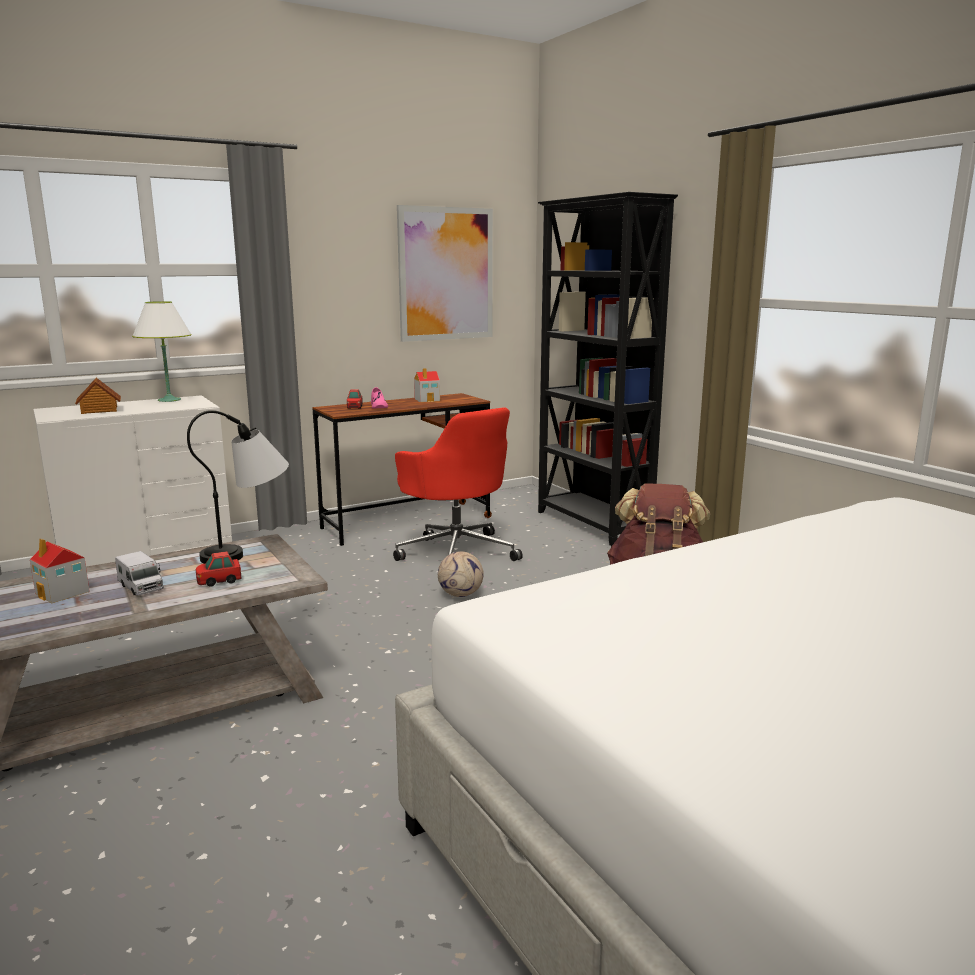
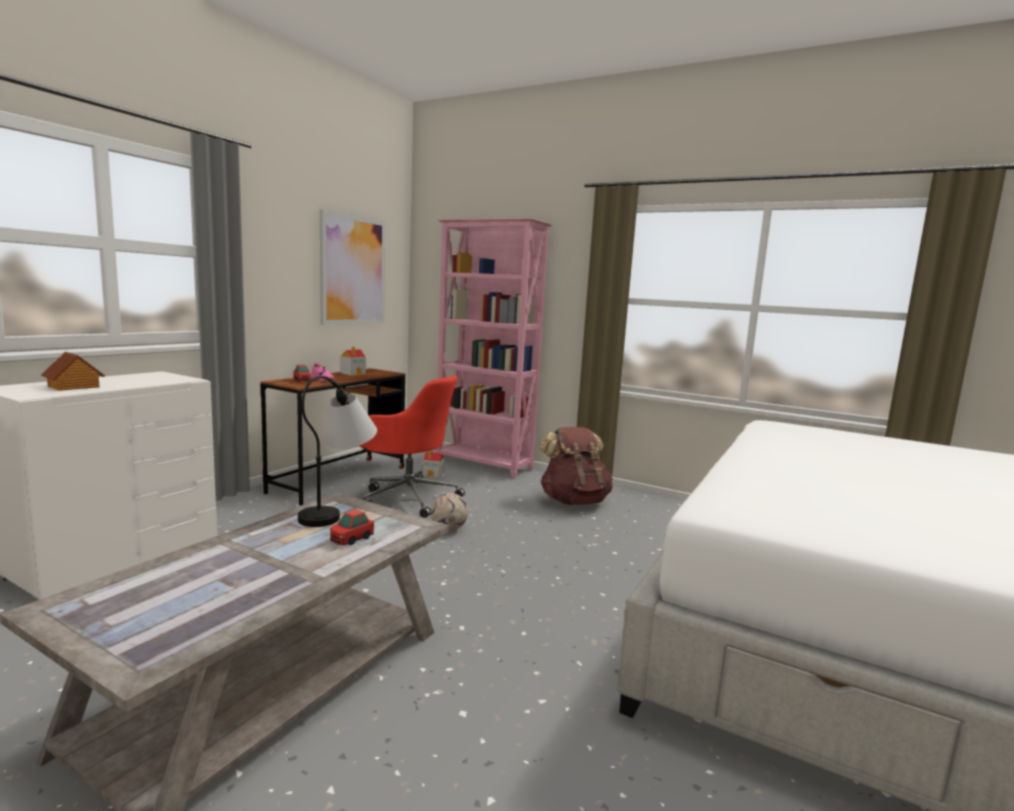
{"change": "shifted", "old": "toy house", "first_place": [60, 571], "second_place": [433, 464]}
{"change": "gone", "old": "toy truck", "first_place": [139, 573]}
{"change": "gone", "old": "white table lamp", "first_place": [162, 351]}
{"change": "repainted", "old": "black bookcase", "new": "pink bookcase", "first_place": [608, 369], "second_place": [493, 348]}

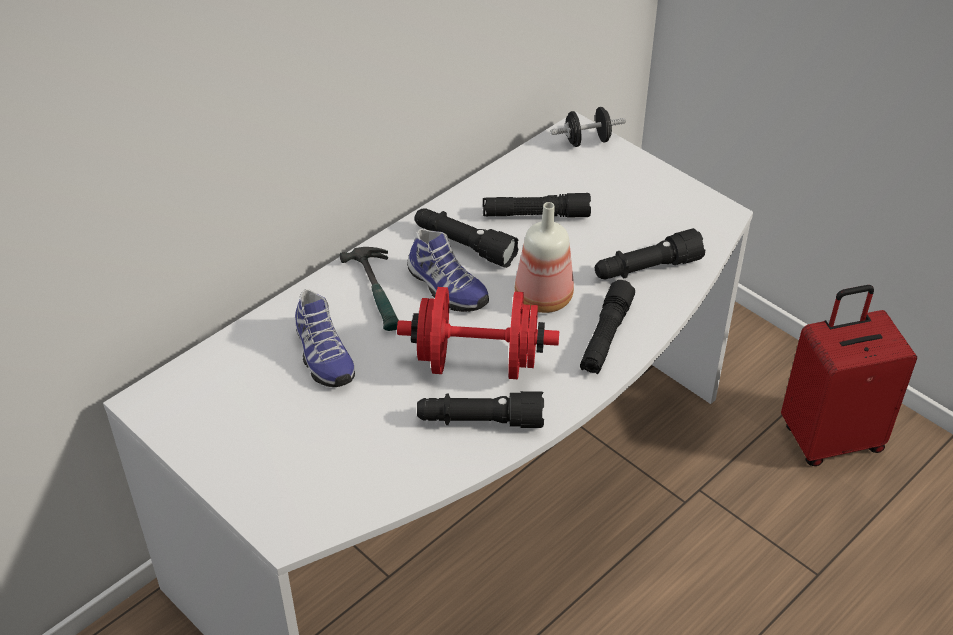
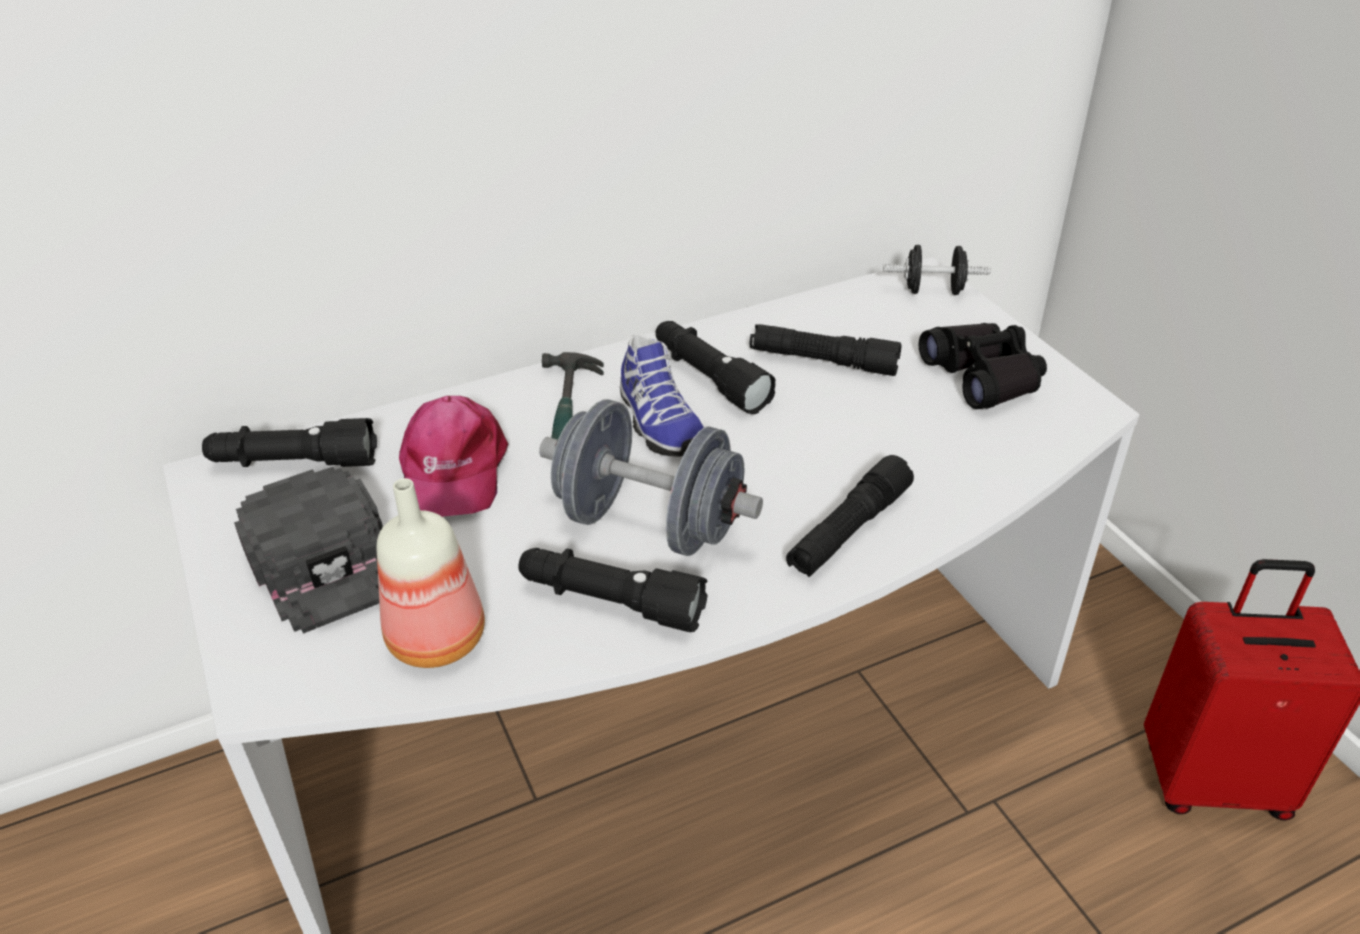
{"change": "swapped", "old": "shoe", "new": "pink cap", "first_place": [325, 338], "second_place": [453, 456]}
{"change": "repainted", "old": "red dumbbell", "new": "grey dumbbell", "first_place": [478, 333], "second_place": [651, 477]}
{"change": "shifted", "old": "bottle", "first_place": [544, 257], "second_place": [431, 573]}
{"change": "shifted", "old": "black flashlight", "first_place": [650, 254], "second_place": [289, 442]}
{"change": "new", "new": "black cap", "second_place": [308, 550]}
{"change": "new", "new": "black binoculars", "second_place": [983, 366]}

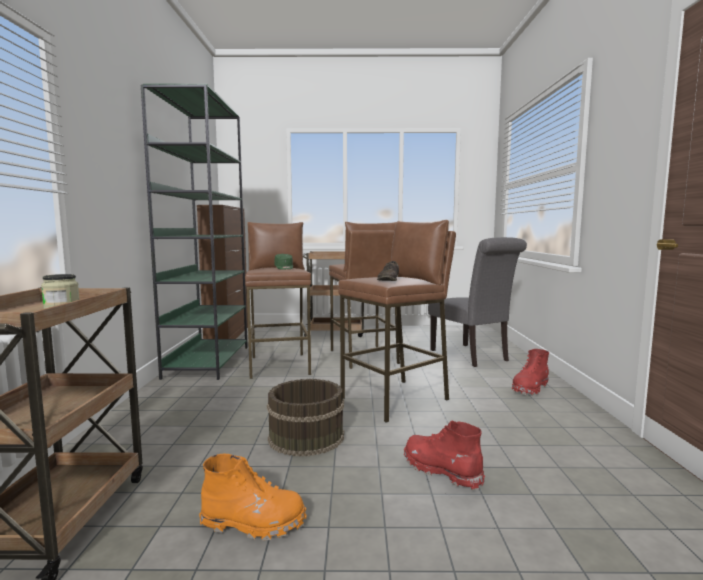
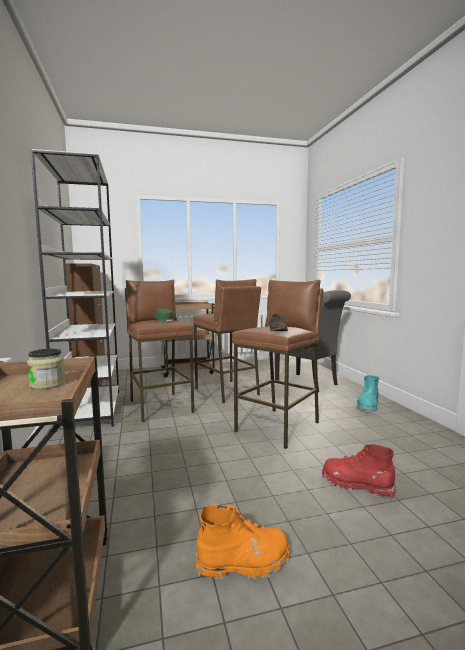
{"change": "repainted", "old": "green bookcase", "new": "white bookcase", "first_place": [194, 232], "second_place": [75, 291]}
{"change": "gone", "old": "brown bucket", "first_place": [305, 417]}
{"change": "repainted", "old": "red boot", "new": "turquoise boot", "first_place": [530, 372], "second_place": [368, 393]}

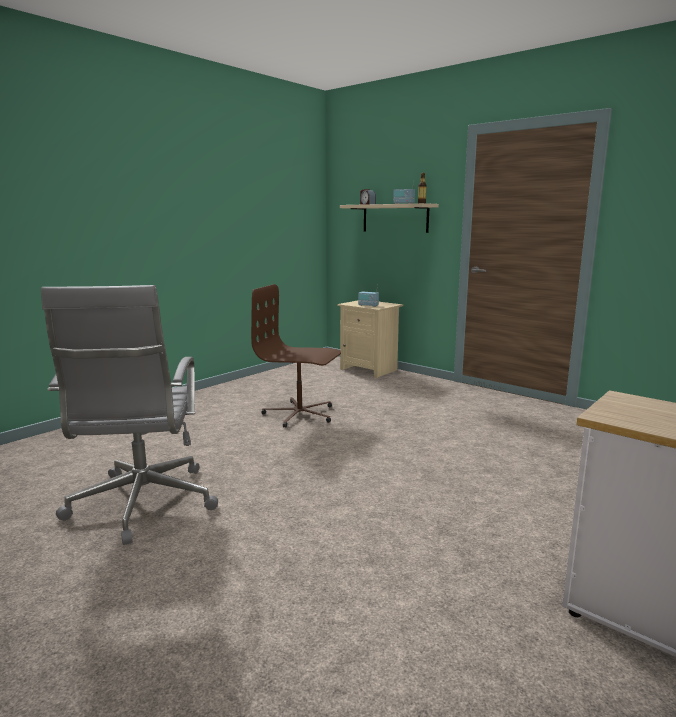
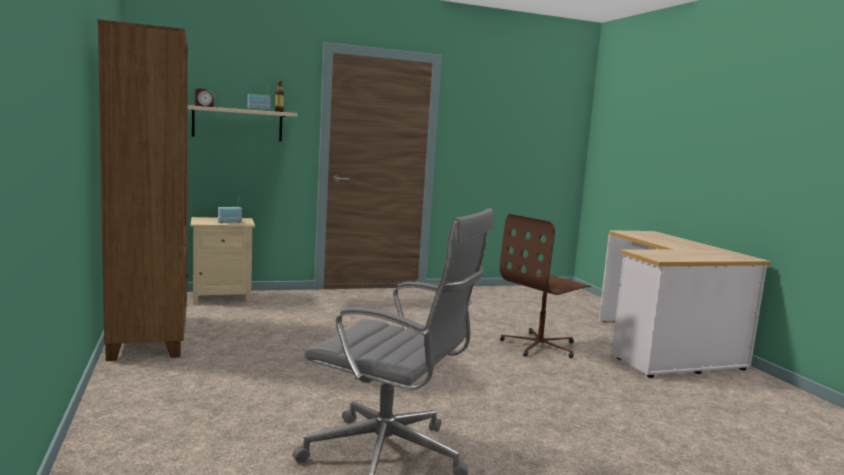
{"change": "shifted", "old": "brown office chair", "first_place": [296, 356], "second_place": [545, 286]}
{"change": "new", "new": "brown bookcase", "second_place": [142, 190]}

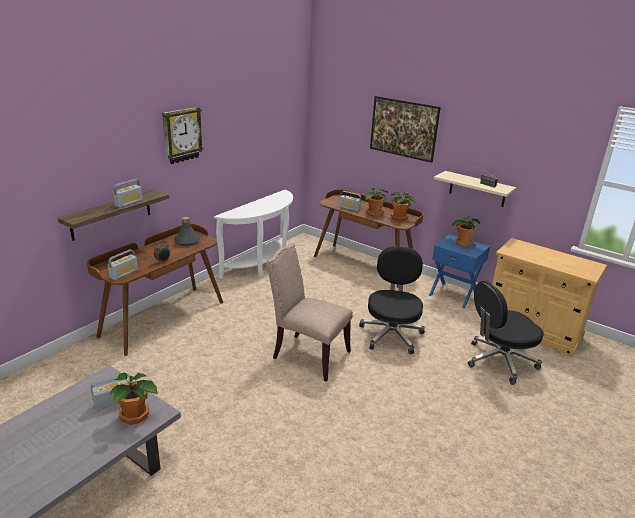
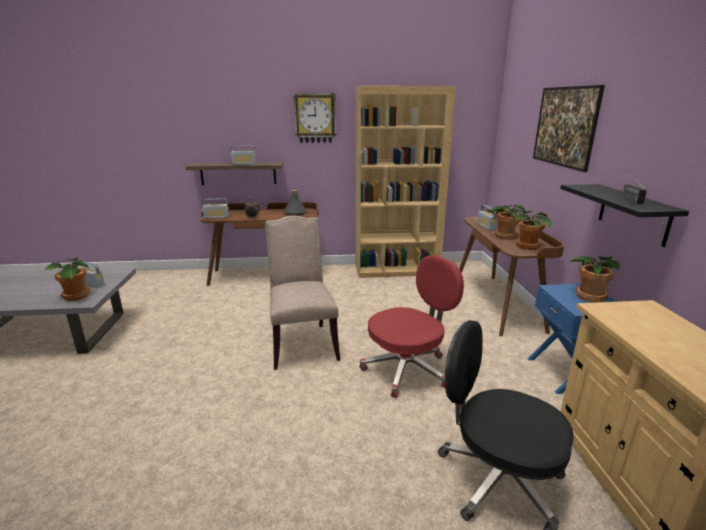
{"change": "swapped", "old": "white console table", "new": "brown bookcase", "first_place": [253, 234], "second_place": [405, 182]}
{"change": "repainted", "old": "black office chair", "new": "red office chair", "first_place": [392, 300], "second_place": [411, 326]}
{"change": "repainted", "old": "beige shelf", "new": "black shelf", "first_place": [475, 189], "second_place": [624, 215]}

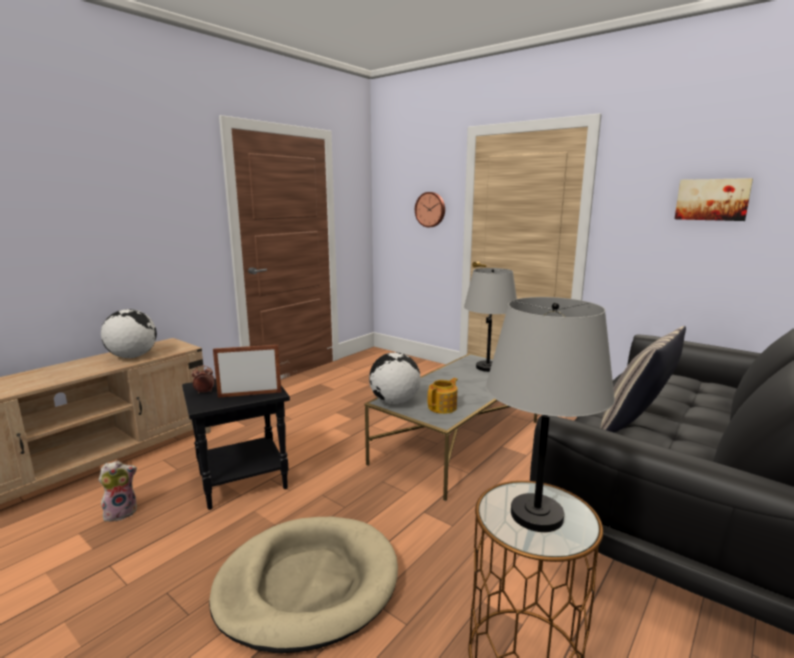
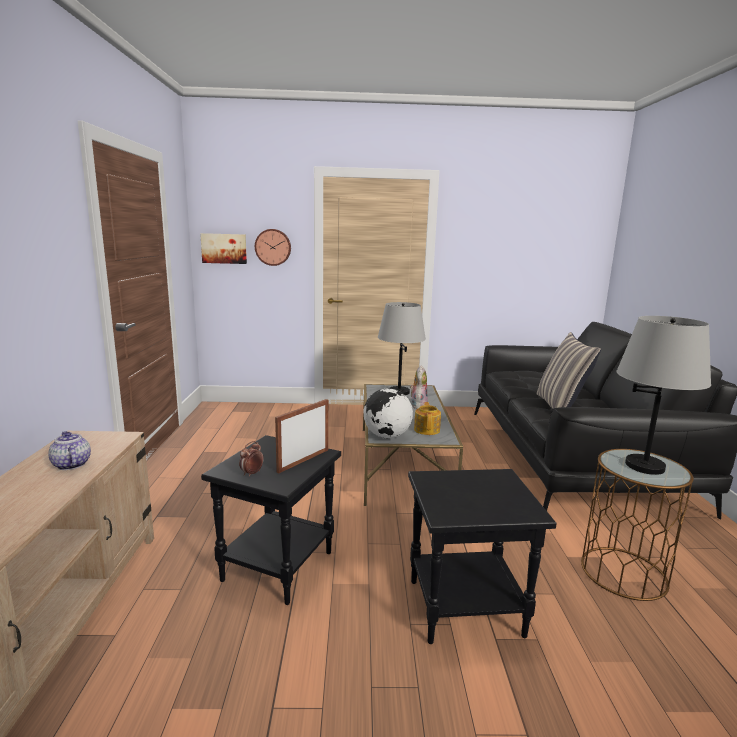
{"change": "shifted", "old": "plush toy", "first_place": [117, 491], "second_place": [419, 387]}
{"change": "swapped", "old": "globe", "new": "teapot", "first_place": [129, 333], "second_place": [69, 450]}
{"change": "swapped", "old": "beige dog bed", "new": "black side table", "first_place": [303, 585], "second_place": [482, 556]}
{"change": "shifted", "old": "picture", "first_place": [714, 199], "second_place": [223, 248]}

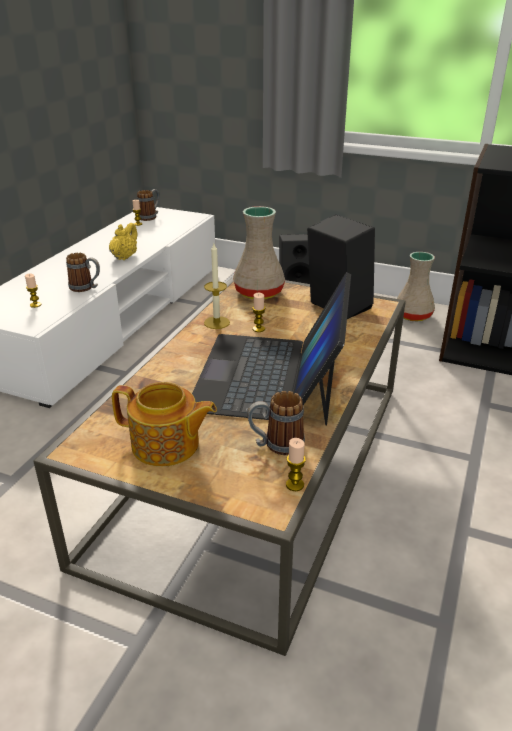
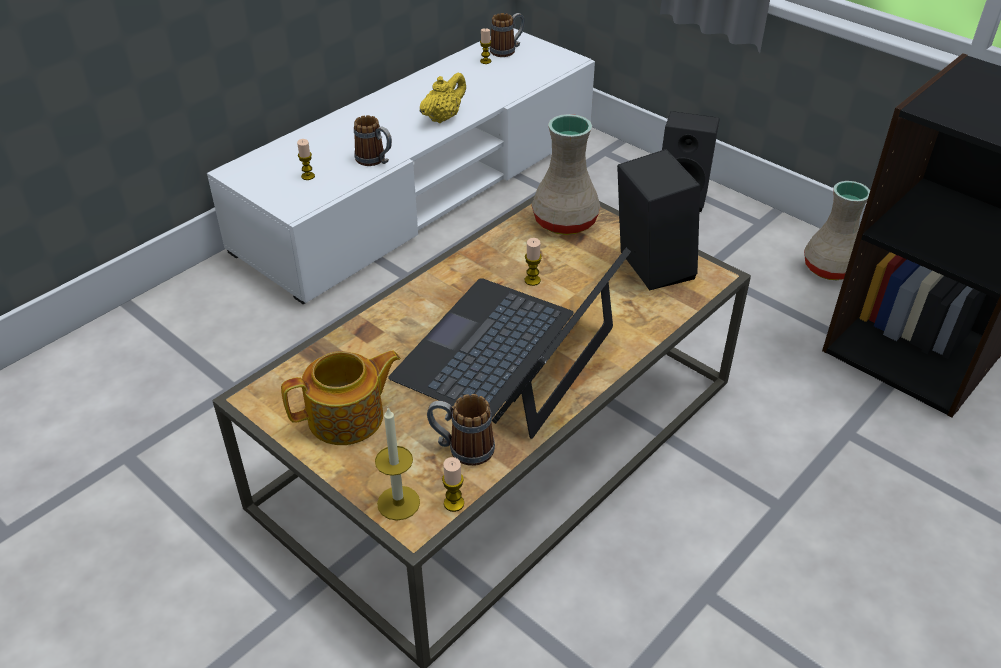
{"change": "rotated", "old": "teapot", "first_place": [164, 424], "second_place": [341, 398], "degrees": -60}
{"change": "shifted", "old": "candle", "first_place": [217, 286], "second_place": [397, 464]}

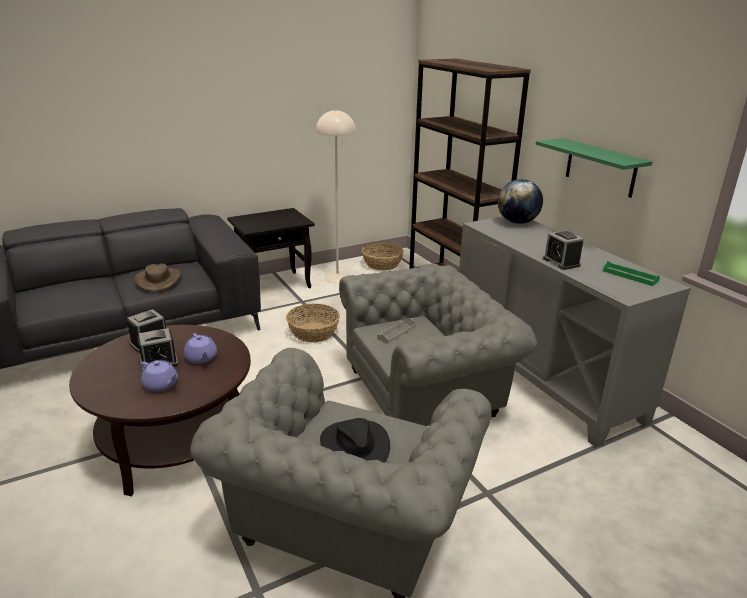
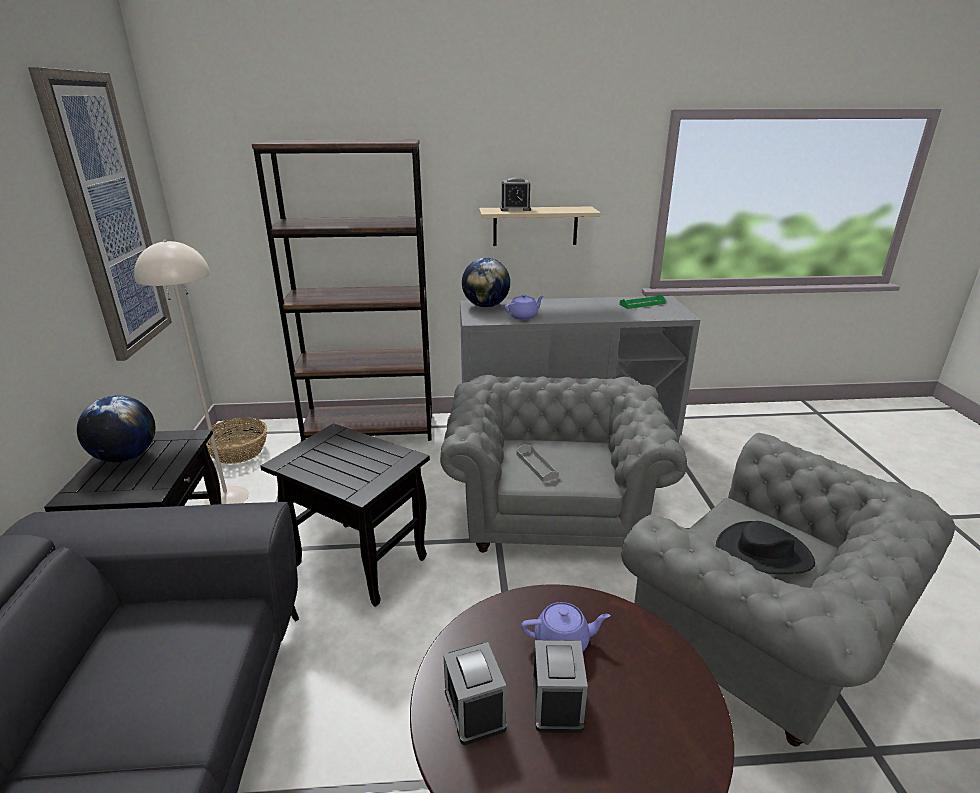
{"change": "gone", "old": "brown hat", "first_place": [157, 277]}
{"change": "shifted", "old": "purple teapot", "first_place": [159, 376], "second_place": [524, 307]}
{"change": "swapped", "old": "basket", "new": "black side table", "first_place": [313, 323], "second_place": [345, 515]}
{"change": "repainted", "old": "green shelf", "new": "beige shelf", "first_place": [594, 168], "second_place": [540, 226]}
{"change": "shifted", "old": "alarm clock", "first_place": [563, 250], "second_place": [515, 194]}
{"change": "new", "new": "picture", "second_place": [100, 214]}
{"change": "new", "new": "globe", "second_place": [116, 428]}

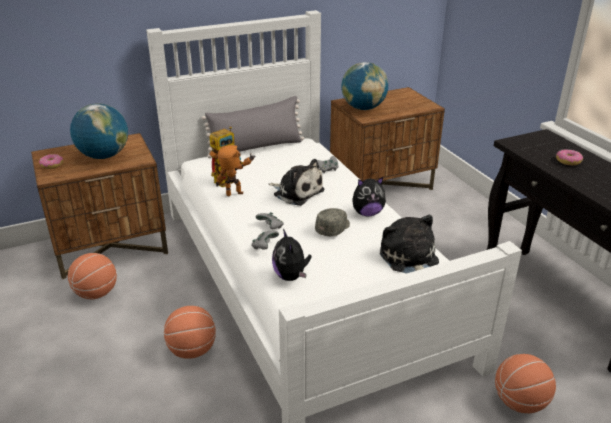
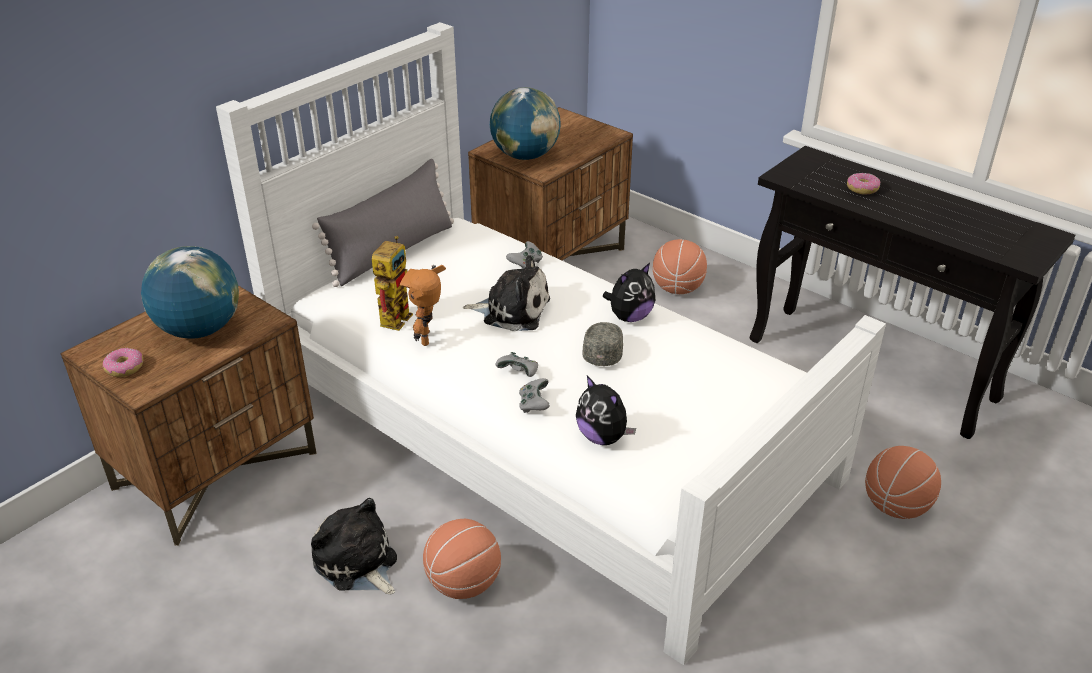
{"change": "shifted", "old": "basketball", "first_place": [92, 276], "second_place": [680, 266]}
{"change": "rotated", "old": "toy robot", "first_place": [232, 170], "second_place": [423, 305], "degrees": -45}
{"change": "shifted", "old": "plush toy", "first_place": [409, 244], "second_place": [354, 546]}

